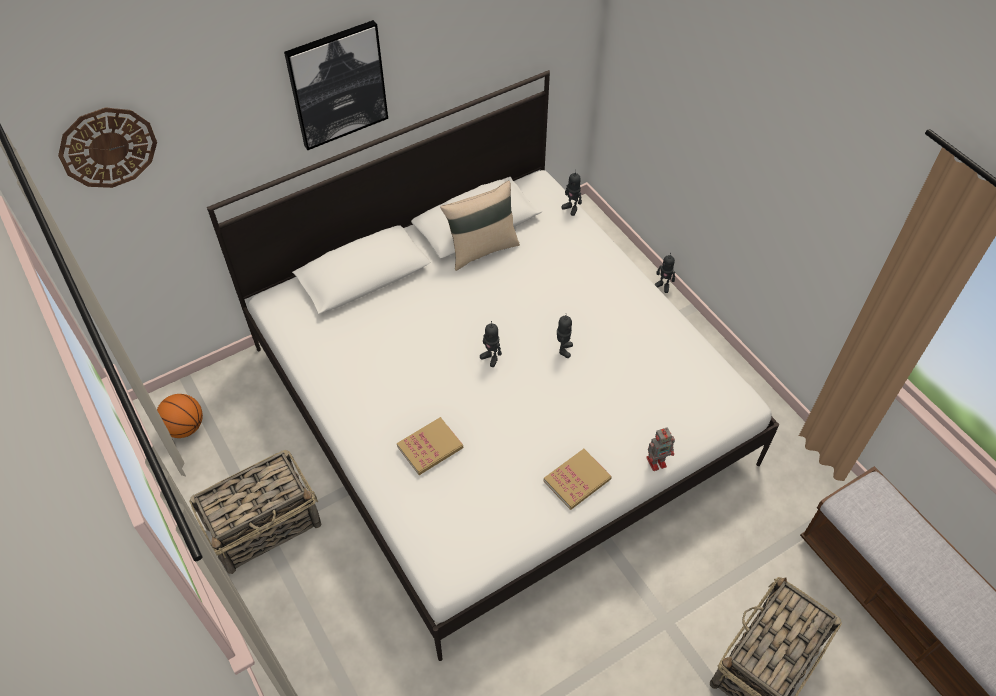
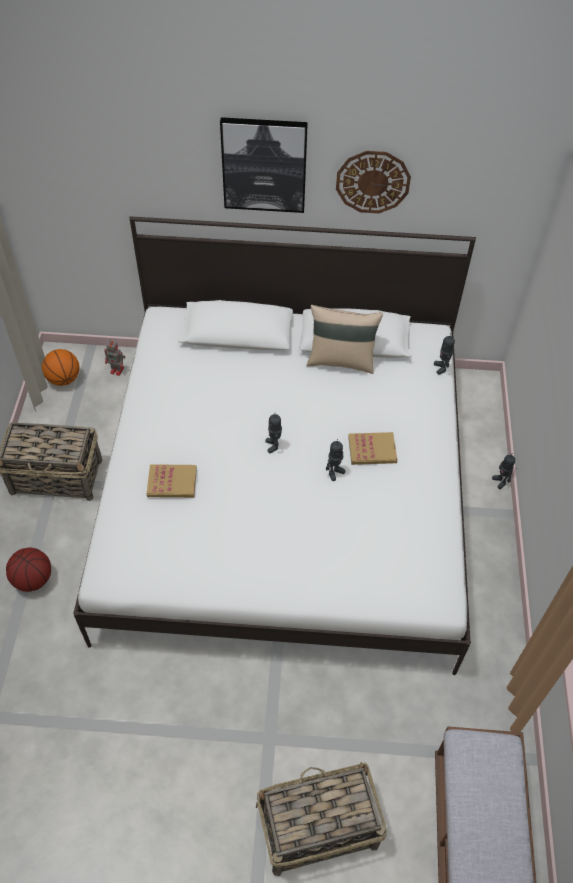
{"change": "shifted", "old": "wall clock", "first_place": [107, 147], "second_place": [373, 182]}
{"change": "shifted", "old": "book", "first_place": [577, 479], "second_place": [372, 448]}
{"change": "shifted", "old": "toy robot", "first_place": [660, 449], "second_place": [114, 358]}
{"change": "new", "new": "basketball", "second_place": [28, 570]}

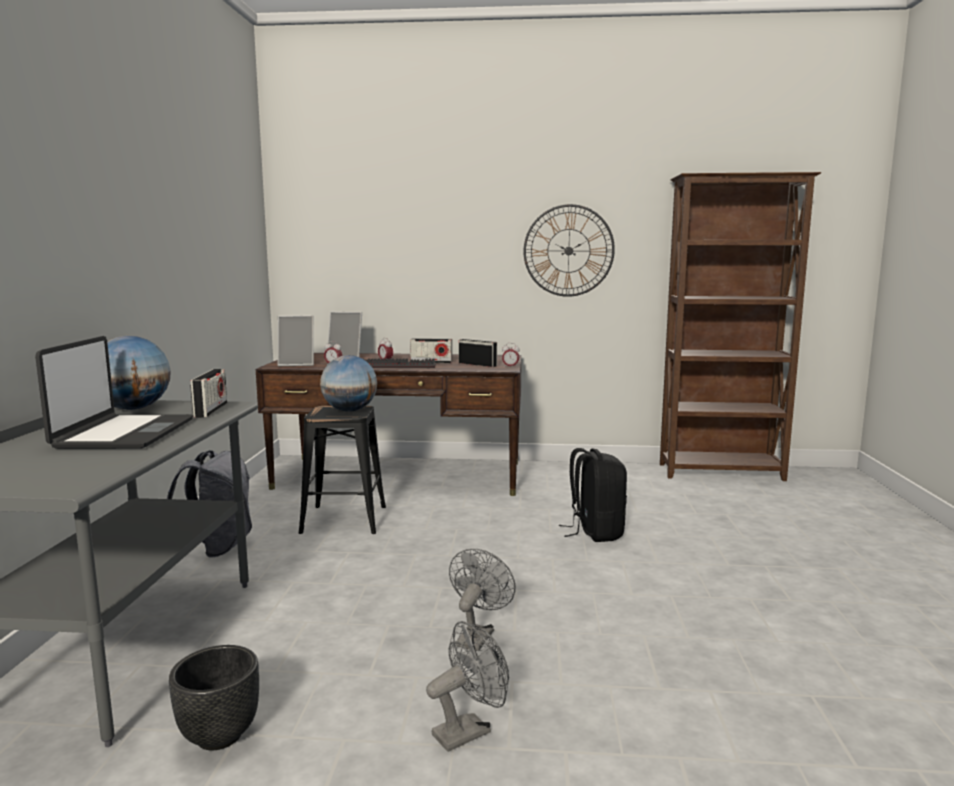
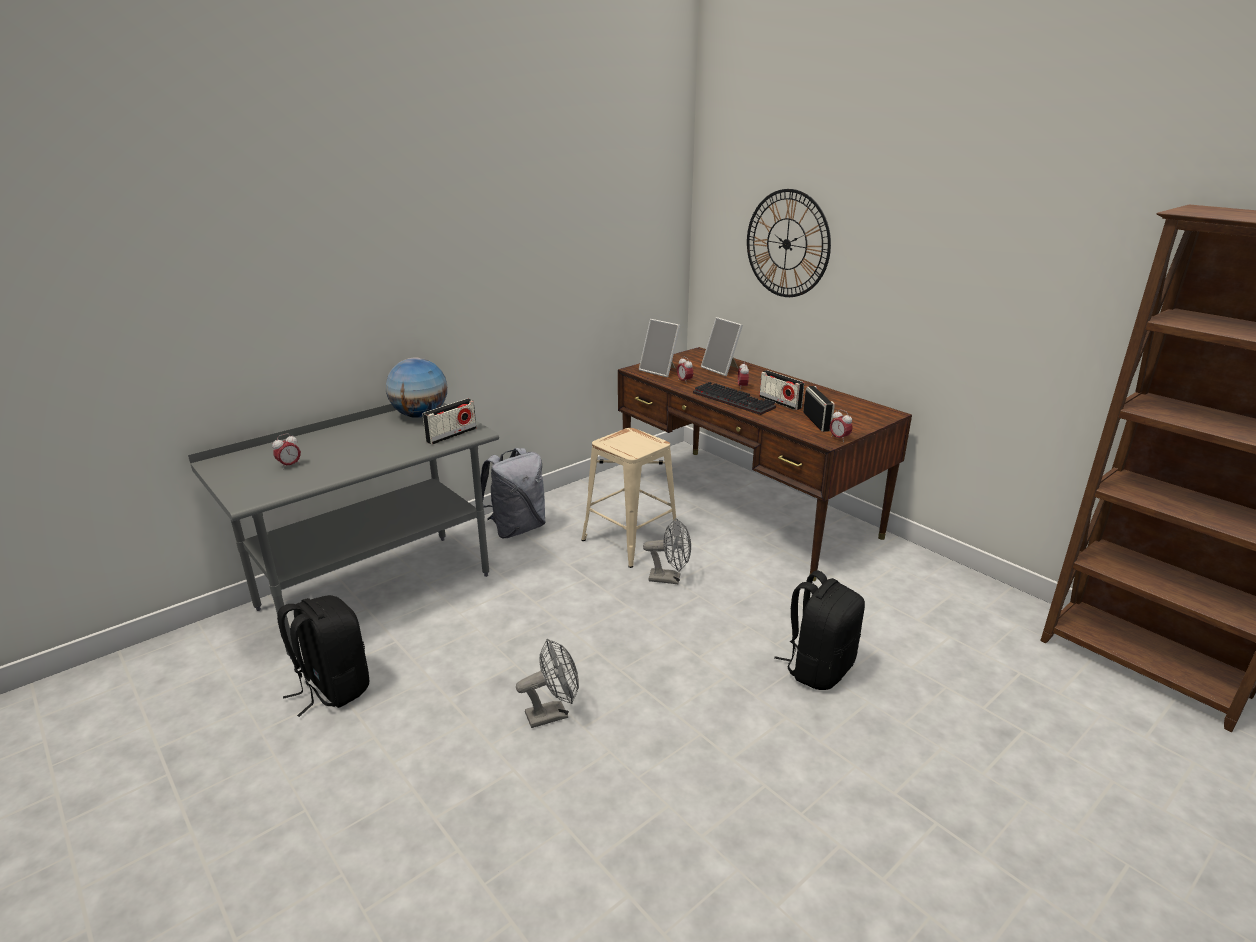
{"change": "gone", "old": "laptop", "first_place": [114, 392]}
{"change": "swapped", "old": "black planter", "new": "black backpack", "first_place": [214, 697], "second_place": [323, 656]}
{"change": "repainted", "old": "black stool", "new": "beige stool", "first_place": [342, 470], "second_place": [628, 498]}
{"change": "gone", "old": "globe", "first_place": [348, 383]}
{"change": "shifted", "old": "grey fan", "first_place": [467, 686], "second_place": [667, 551]}
{"change": "shifted", "old": "wall clock", "first_place": [569, 250], "second_place": [789, 243]}
{"change": "new", "new": "alarm clock", "second_place": [286, 452]}

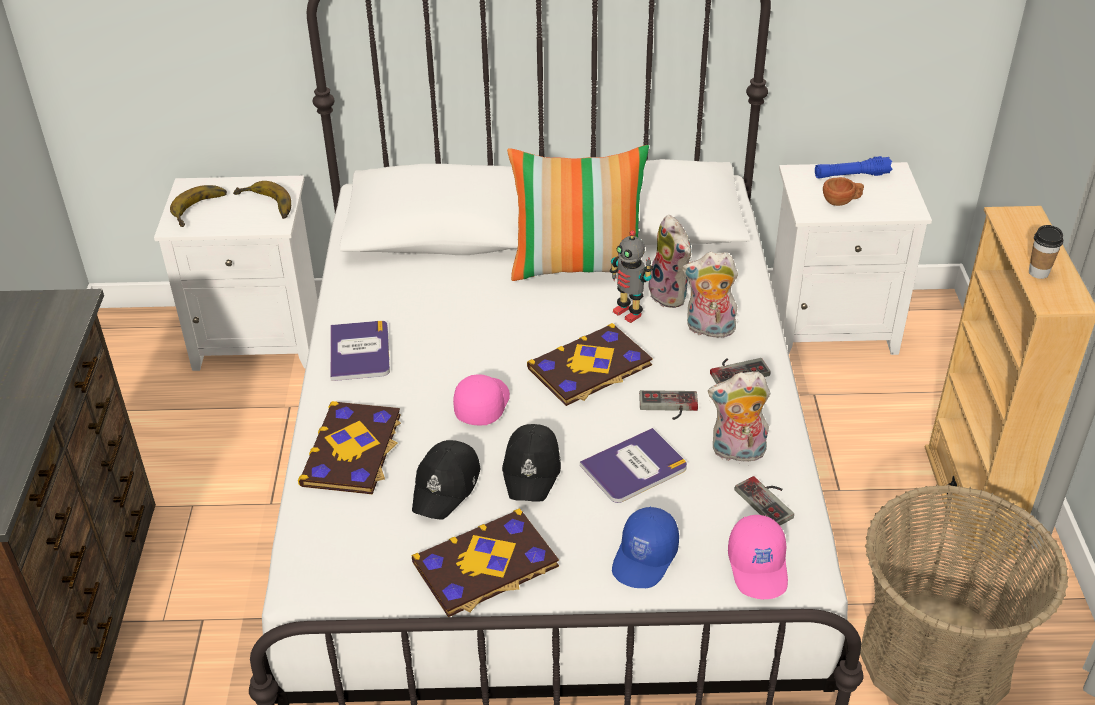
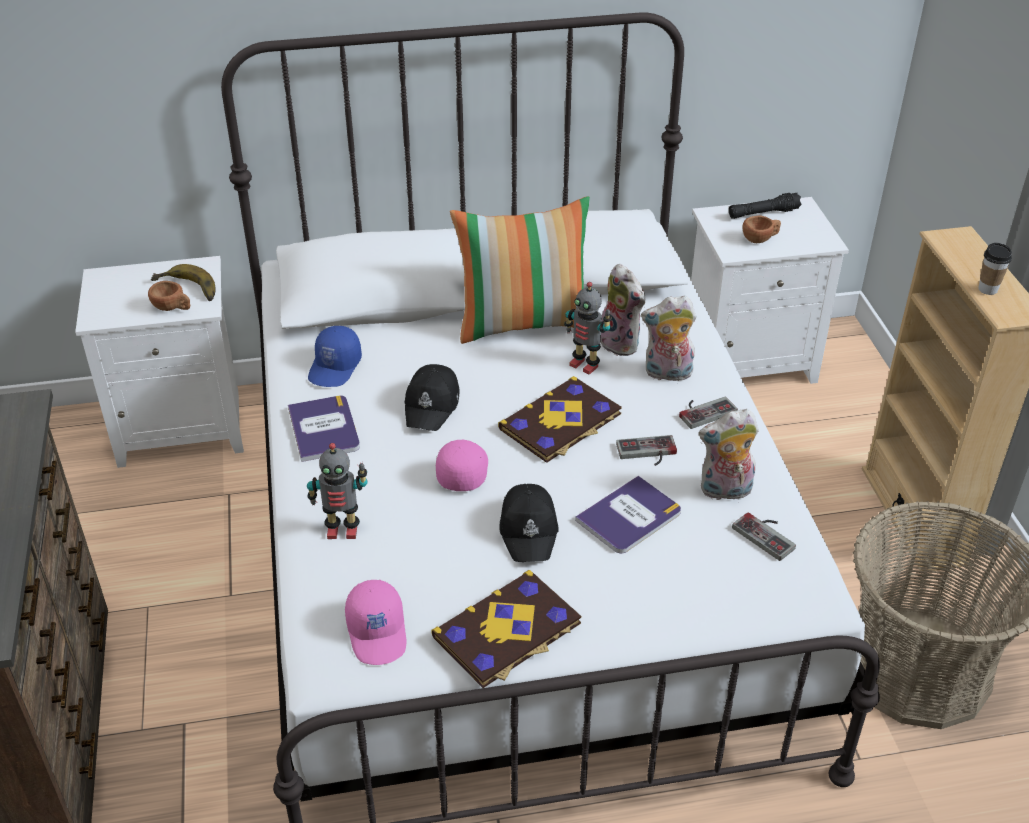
{"change": "gone", "old": "banana", "first_place": [198, 206]}
{"change": "swapped", "old": "book", "new": "toy robot", "first_place": [349, 447], "second_place": [337, 491]}
{"change": "shifted", "old": "black cap", "first_place": [446, 480], "second_place": [432, 397]}
{"change": "shifted", "old": "blue cap", "first_place": [645, 547], "second_place": [335, 356]}
{"change": "shifted", "old": "pink cap", "first_place": [758, 557], "second_place": [375, 622]}
{"change": "repainted", "old": "blue flashlight", "new": "black flashlight", "first_place": [853, 167], "second_place": [765, 206]}
{"change": "new", "new": "brown cup", "second_place": [169, 296]}

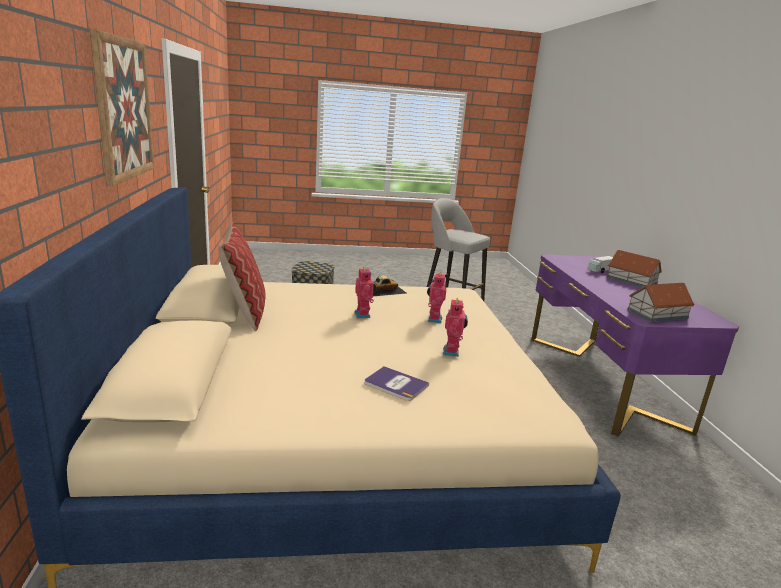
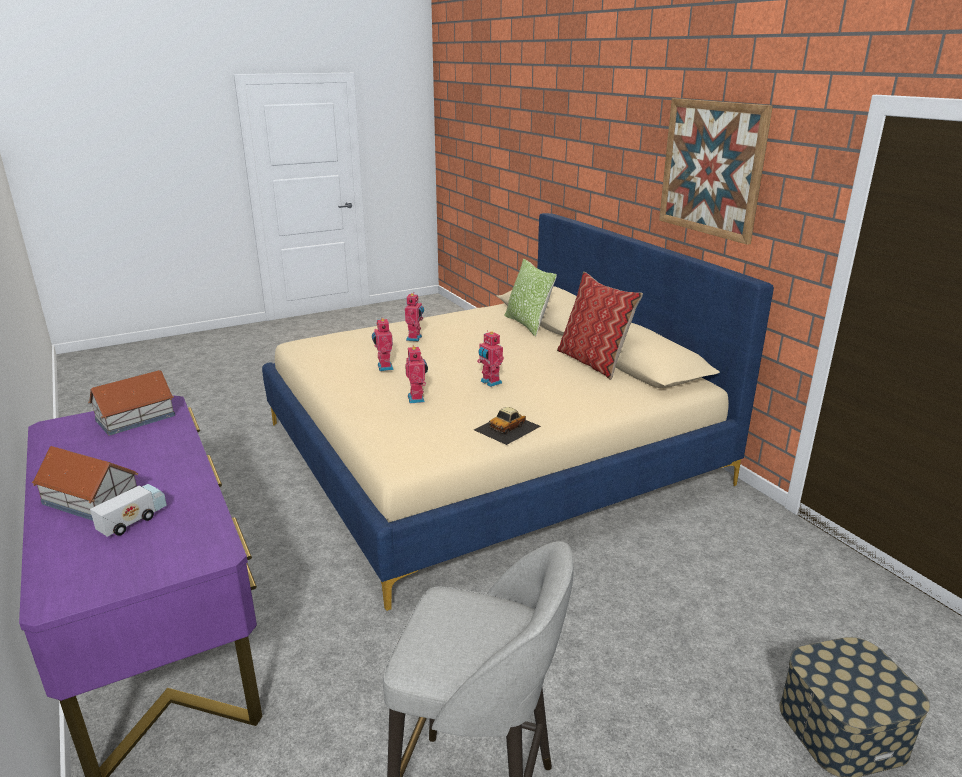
{"change": "swapped", "old": "book", "new": "toy robot", "first_place": [397, 383], "second_place": [414, 316]}
{"change": "new", "new": "pillow", "second_place": [530, 297]}

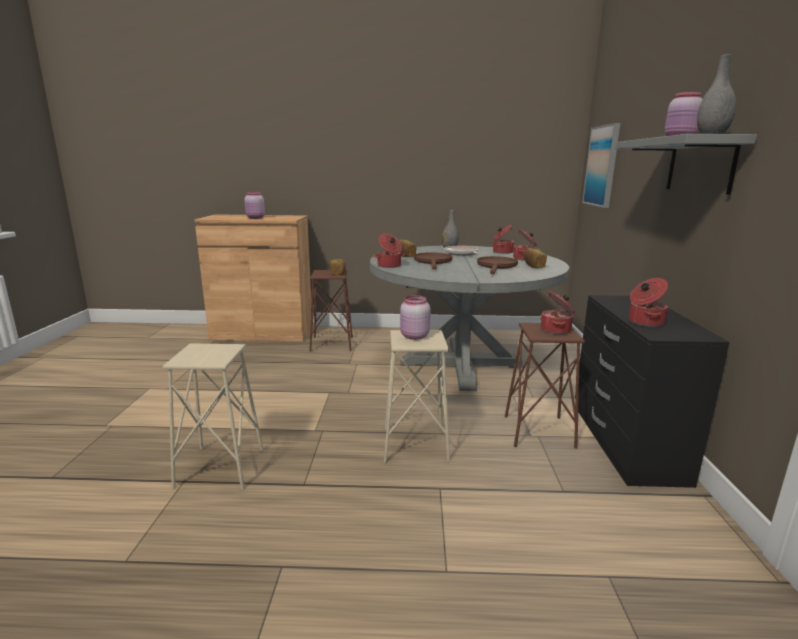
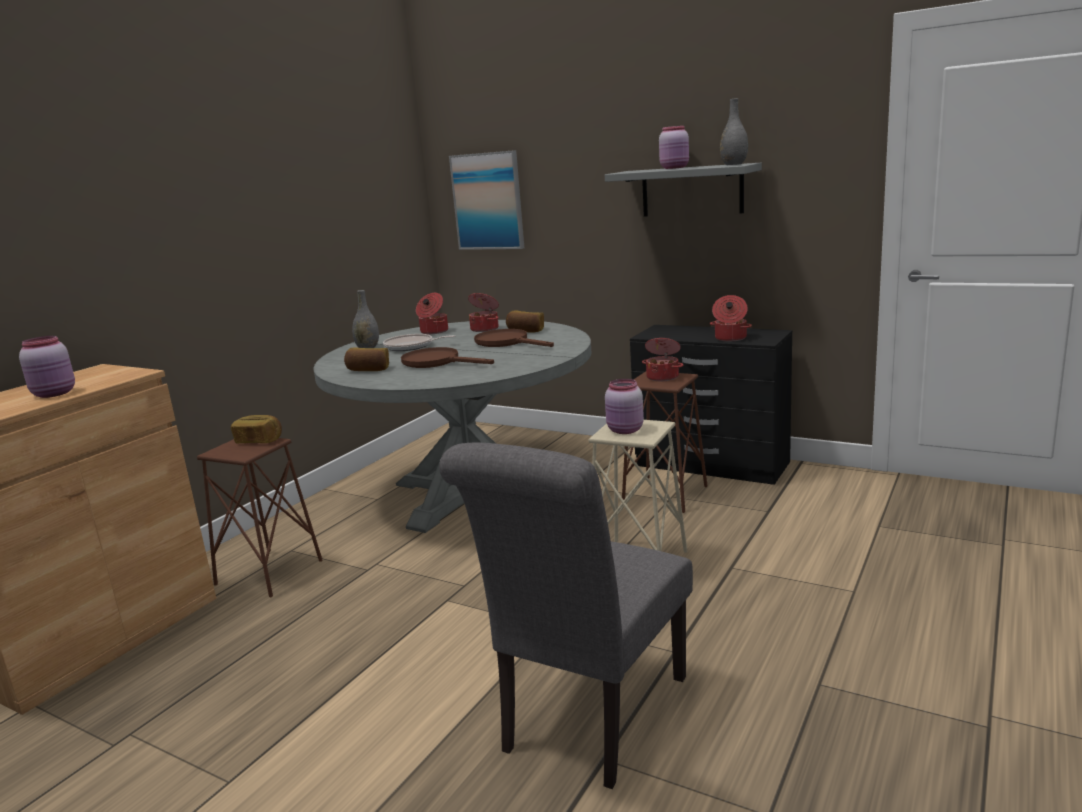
{"change": "swapped", "old": "beige stool", "new": "grey chair", "first_place": [213, 416], "second_place": [566, 616]}
{"change": "gone", "old": "cooking pot", "first_place": [389, 250]}

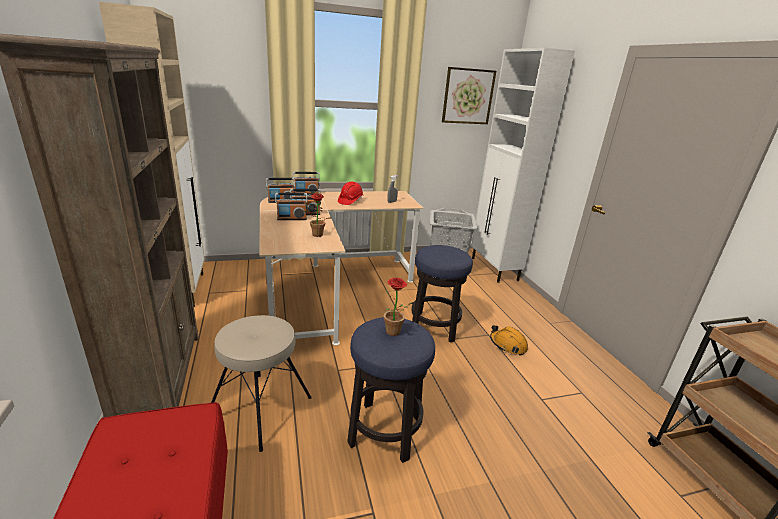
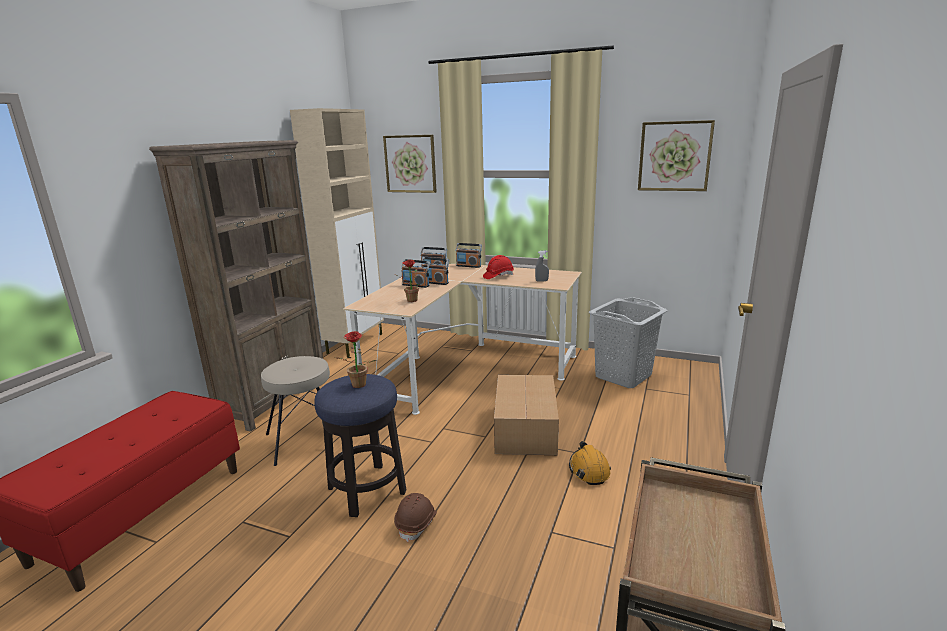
{"change": "swapped", "old": "stool", "new": "cardboard box", "first_place": [442, 294], "second_place": [526, 415]}
{"change": "gone", "old": "white cabinet", "first_place": [523, 165]}
{"change": "new", "new": "picture", "second_place": [410, 164]}
{"change": "new", "new": "brown hard hat", "second_place": [415, 517]}

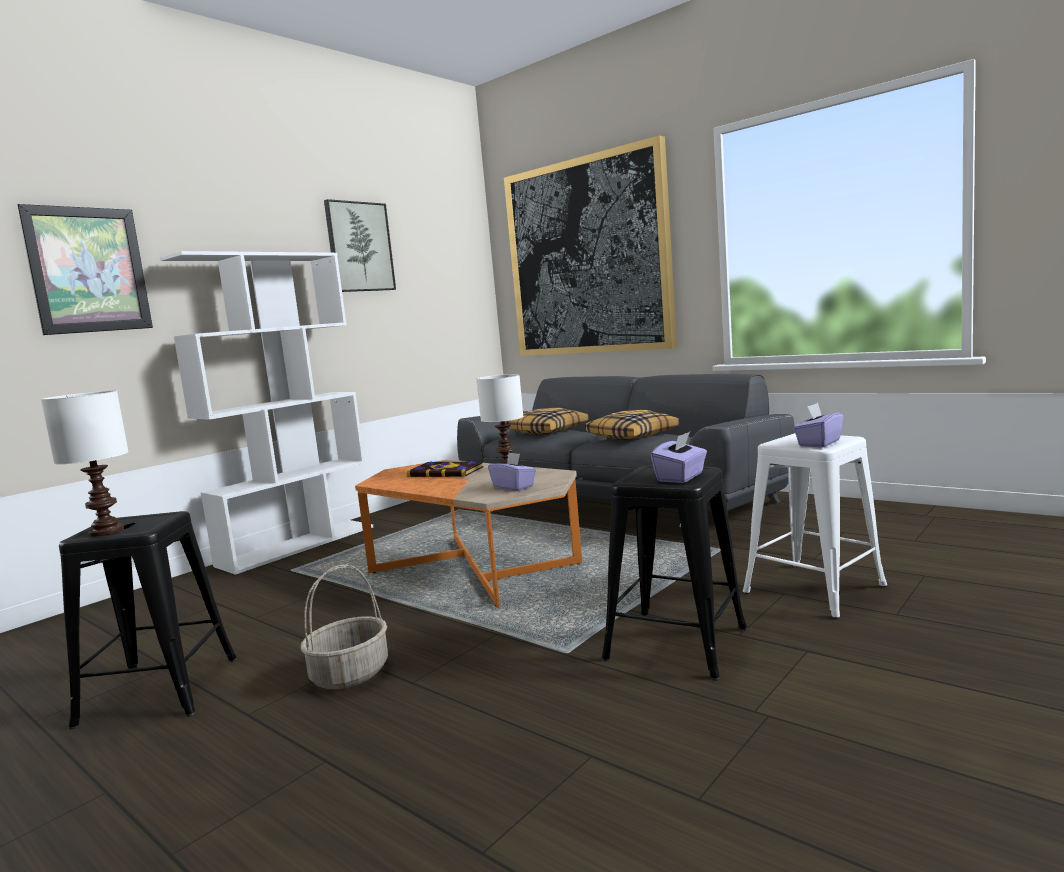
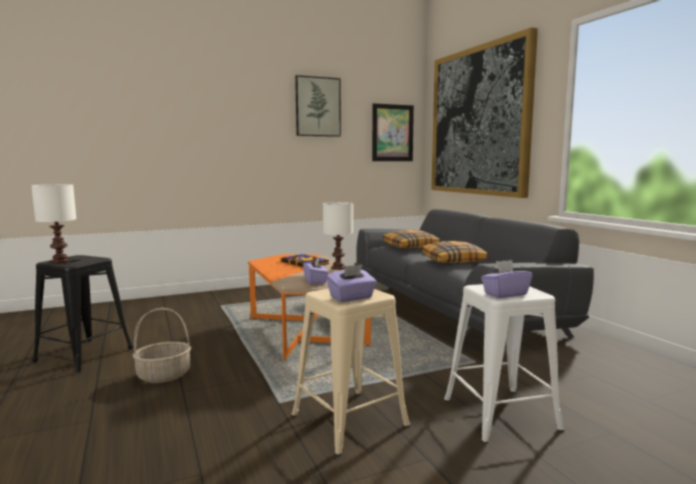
{"change": "shifted", "old": "picture", "first_place": [85, 269], "second_place": [393, 132]}
{"change": "gone", "old": "white bookcase", "first_place": [266, 413]}
{"change": "repainted", "old": "black stool", "new": "beige stool", "first_place": [674, 573], "second_place": [350, 372]}

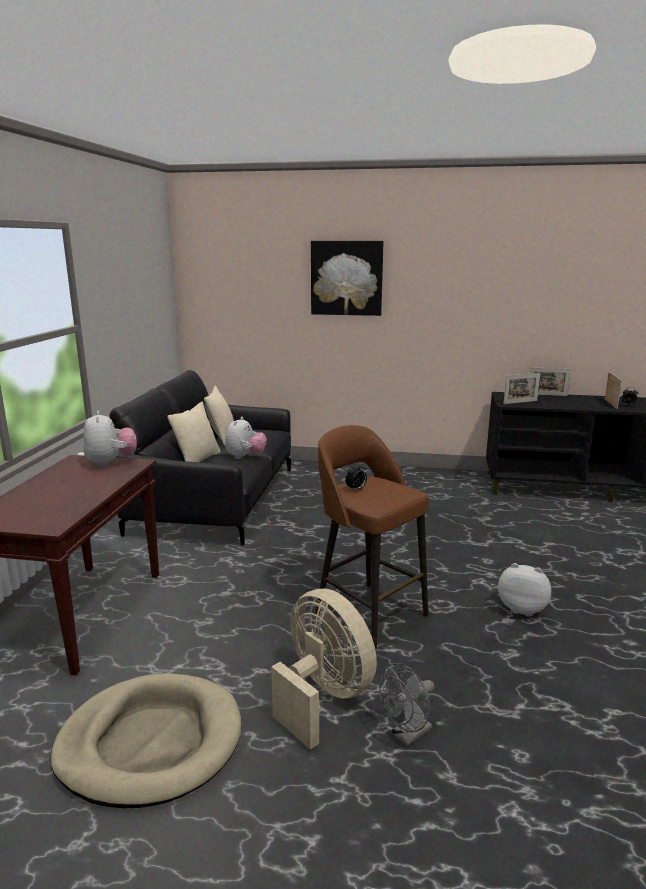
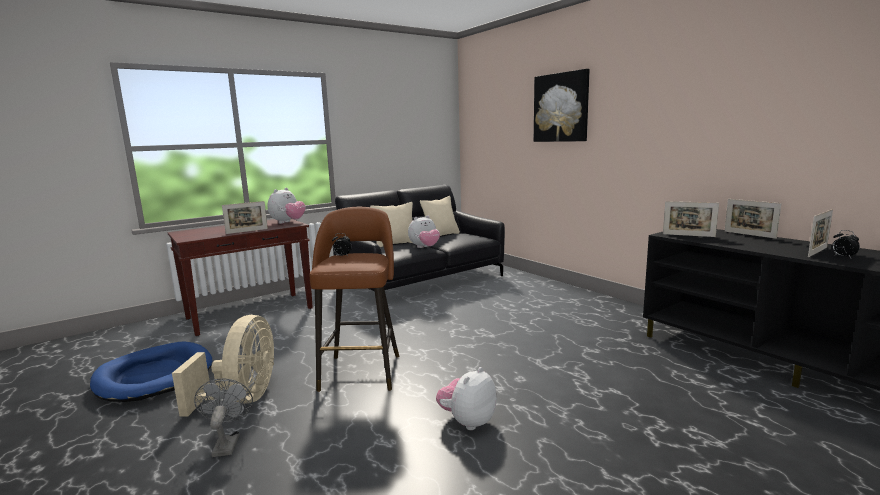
{"change": "repainted", "old": "beige dog bed", "new": "blue dog bed", "first_place": [146, 740], "second_place": [151, 371]}
{"change": "rotated", "old": "grey fan", "first_place": [406, 705], "second_place": [223, 417], "degrees": 75}
{"change": "rotated", "old": "plush toy", "first_place": [524, 590], "second_place": [466, 398], "degrees": -120}
{"change": "new", "new": "picture frame", "second_place": [245, 217]}

